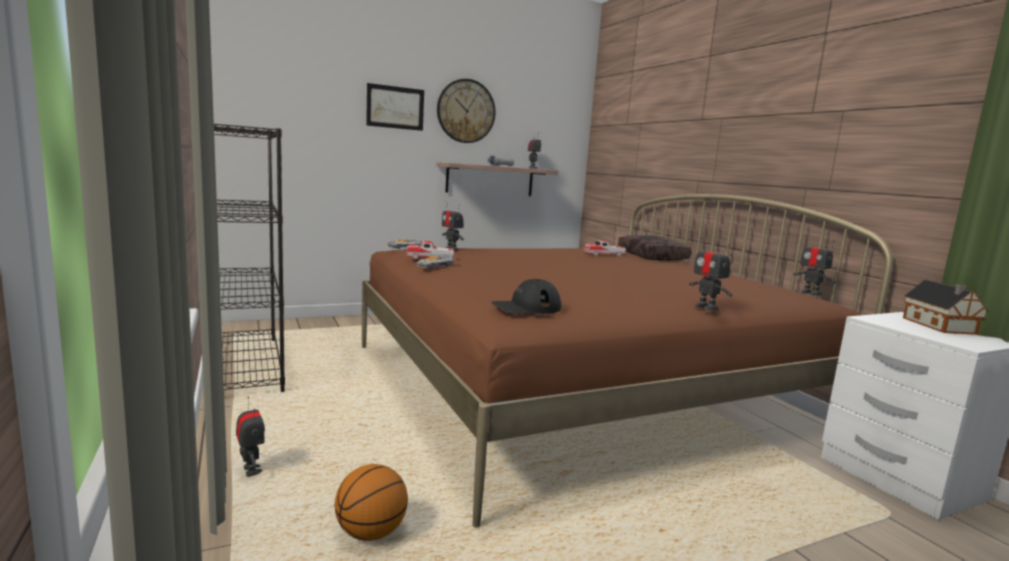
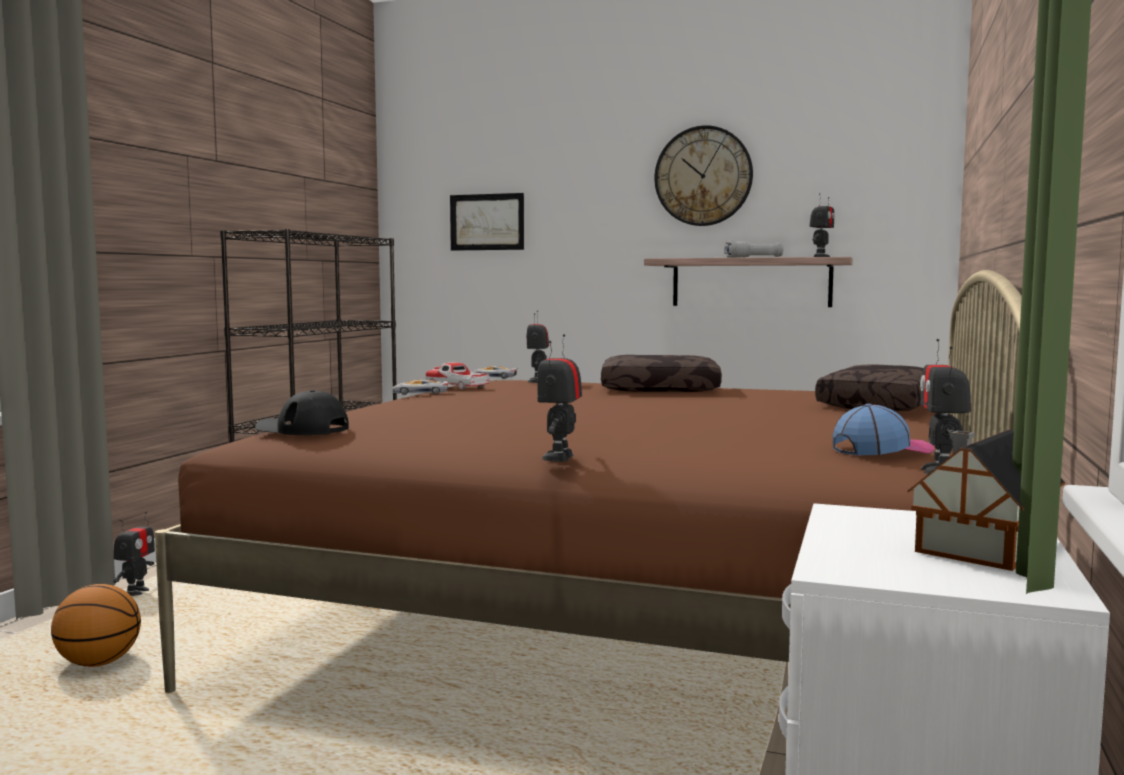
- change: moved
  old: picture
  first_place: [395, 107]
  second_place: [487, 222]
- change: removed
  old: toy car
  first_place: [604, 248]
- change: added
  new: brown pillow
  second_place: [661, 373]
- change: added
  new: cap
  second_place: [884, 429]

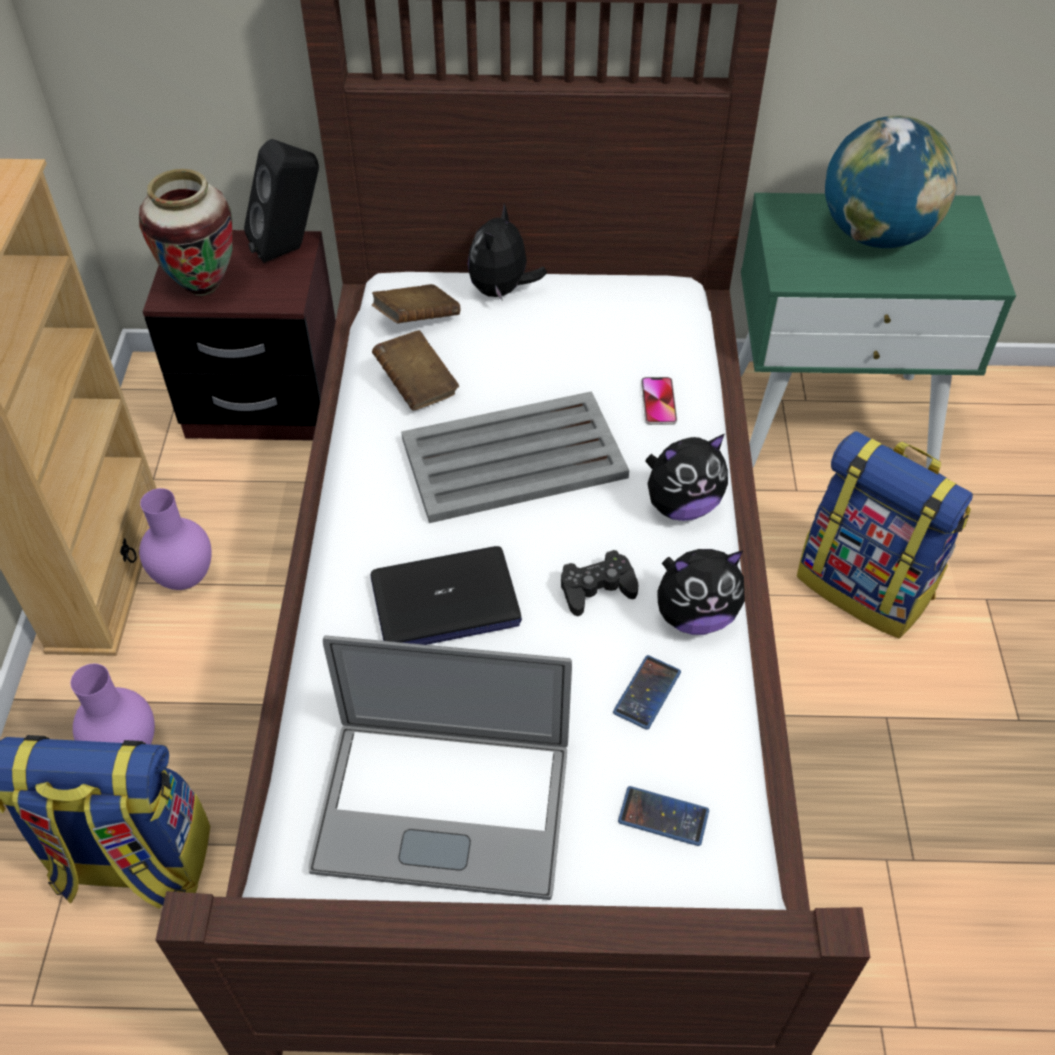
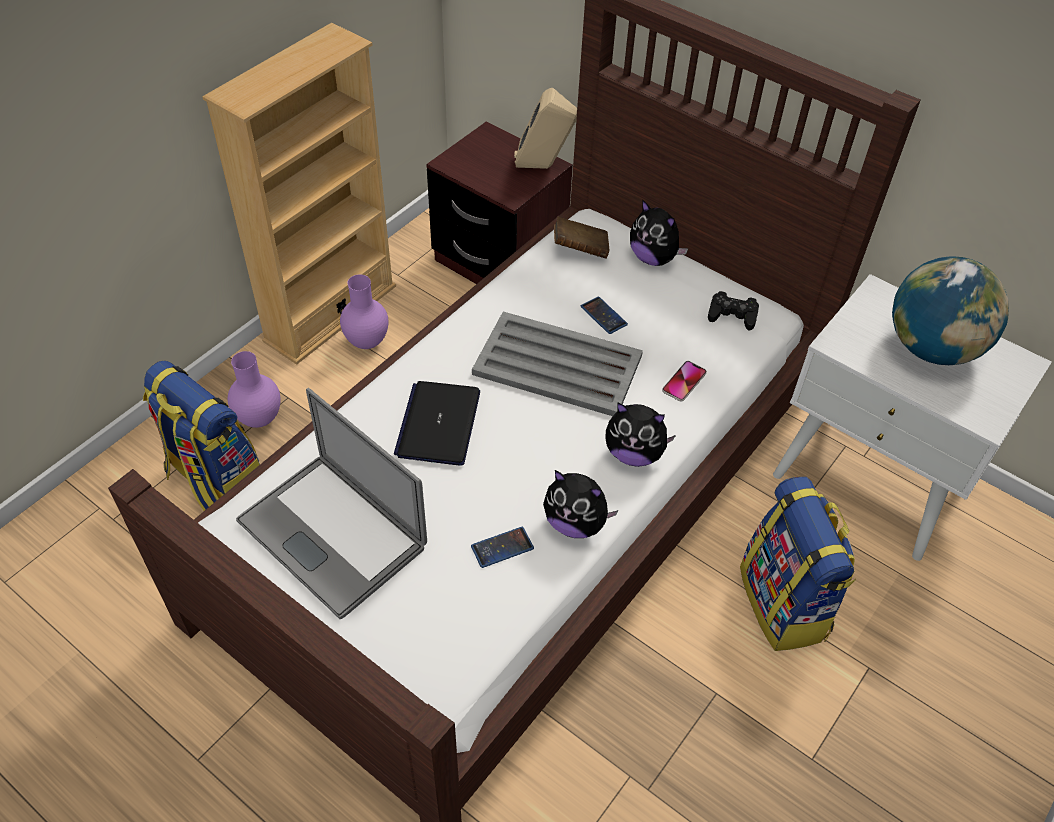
- change: recoloured
  old: black speaker
  new: beige speaker
  first_place: [281, 201]
  second_place: [545, 128]
- change: removed
  old: vase
  first_place: [185, 232]
- change: recoloured
  old: green nightstand
  new: white nightstand
  first_place: [877, 331]
  second_place: [912, 417]
- change: turned
  old: plush toy
  first_place: [507, 251]
  second_place: [659, 233]
  degrees: -105
- change: removed
  old: brown book
  first_place: [415, 370]
- change: turned
  old: laptop
  first_place: [446, 595]
  second_place: [437, 423]
  degrees: 75
- change: moved
  old: black game controller
  first_place: [599, 583]
  second_place: [733, 311]
- change: moved
  old: phone
  first_place: [663, 816]
  second_place: [604, 315]

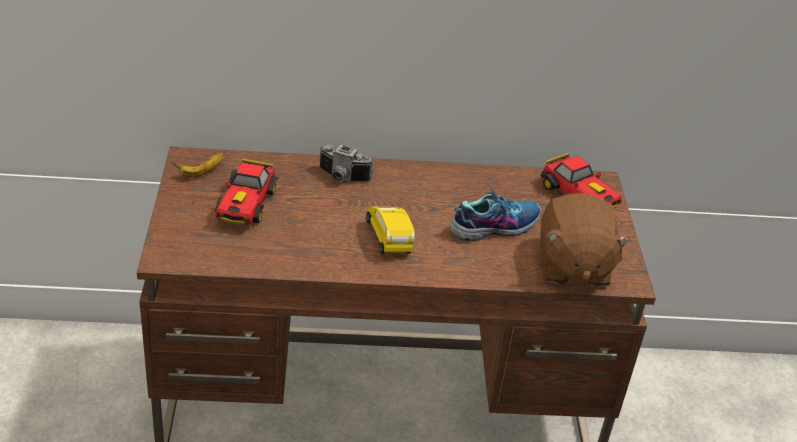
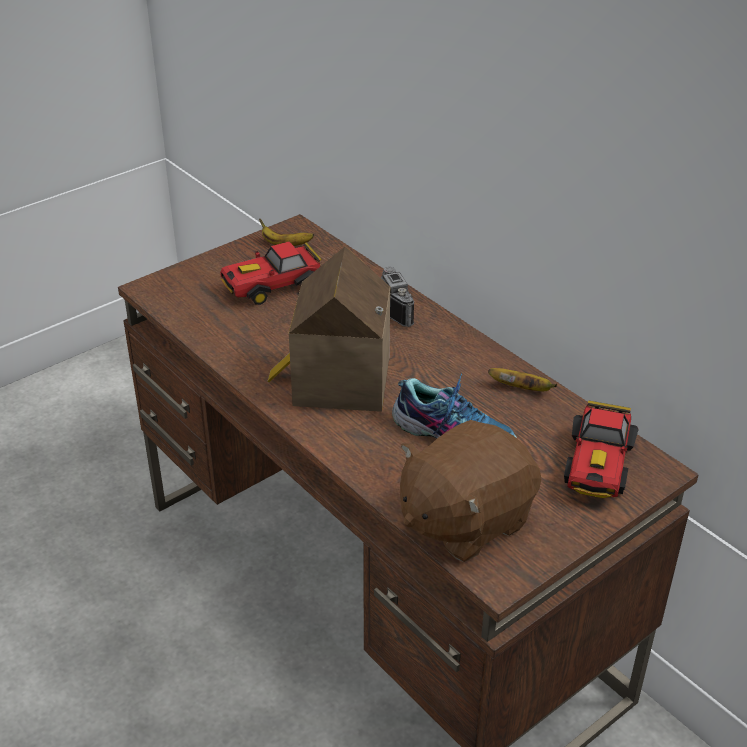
- change: replaced
  old: yellow toy car
  new: toy house
  first_place: [390, 230]
  second_place: [329, 329]
- change: added
  new: banana
  second_place: [522, 379]

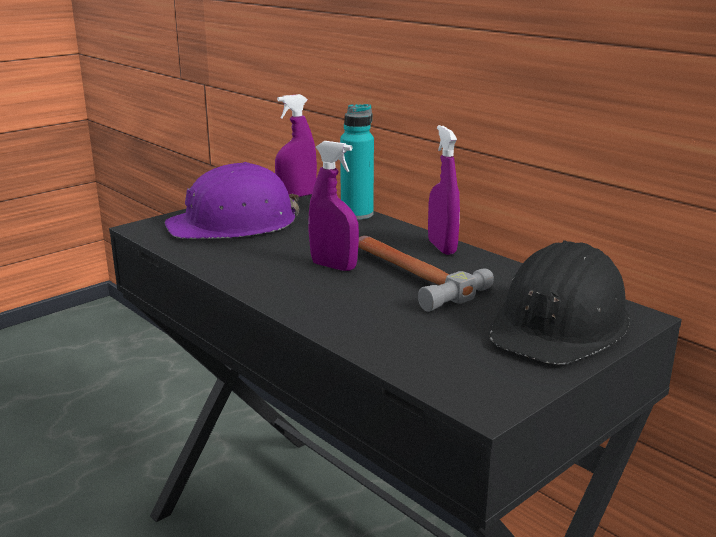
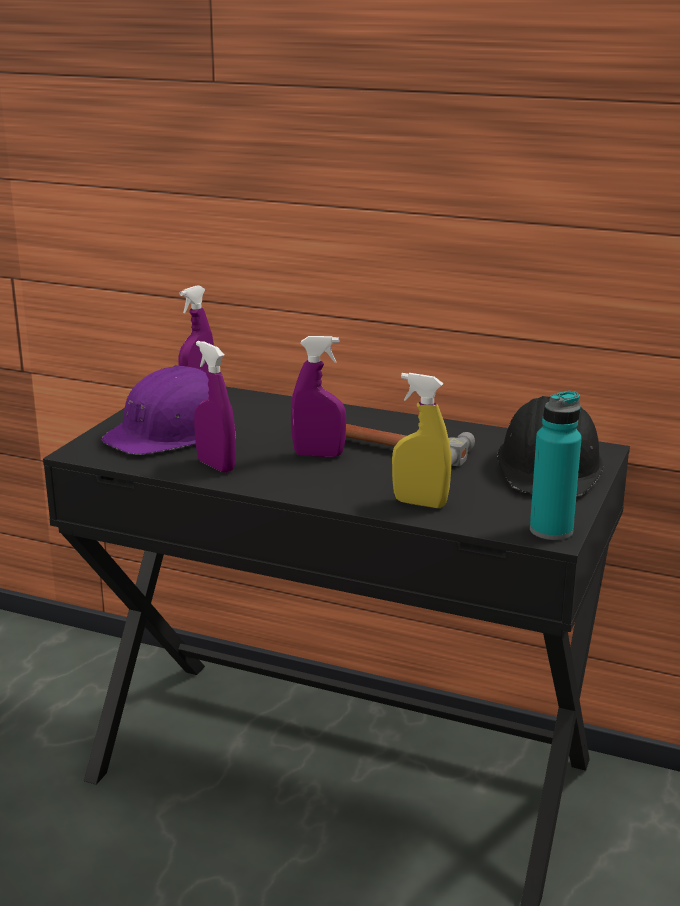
- change: moved
  old: turquoise bottle
  first_place: [357, 162]
  second_place: [556, 465]
- change: moved
  old: purple spray bottle
  first_place: [444, 190]
  second_place: [215, 407]
- change: added
  new: yellow spray bottle
  second_place: [421, 440]

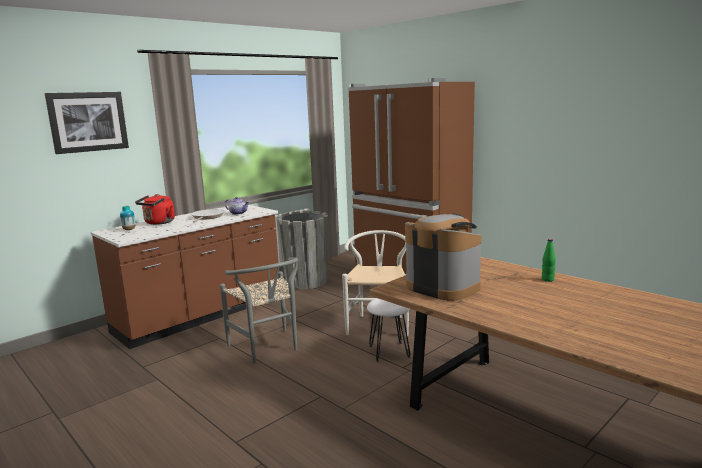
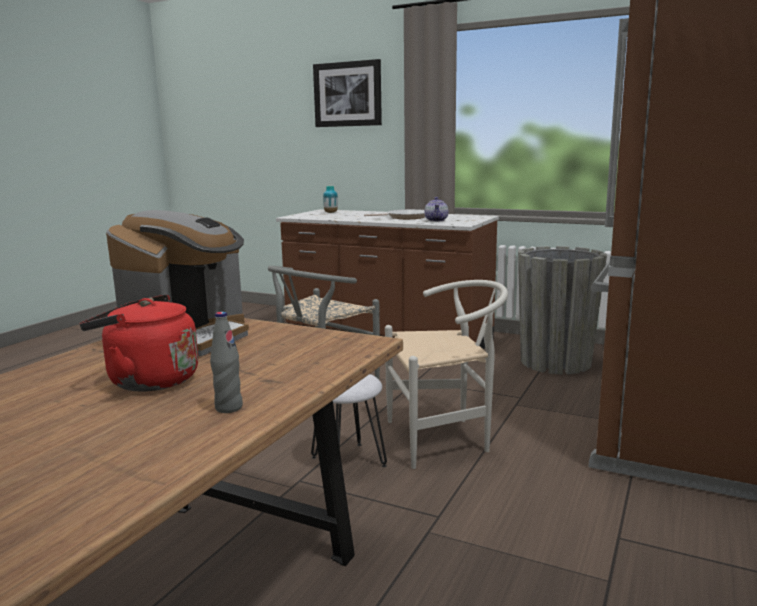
- change: moved
  old: red kettle
  first_place: [155, 209]
  second_place: [139, 343]
- change: recoloured
  old: green bottle
  new: grey bottle
  first_place: [549, 260]
  second_place: [226, 362]

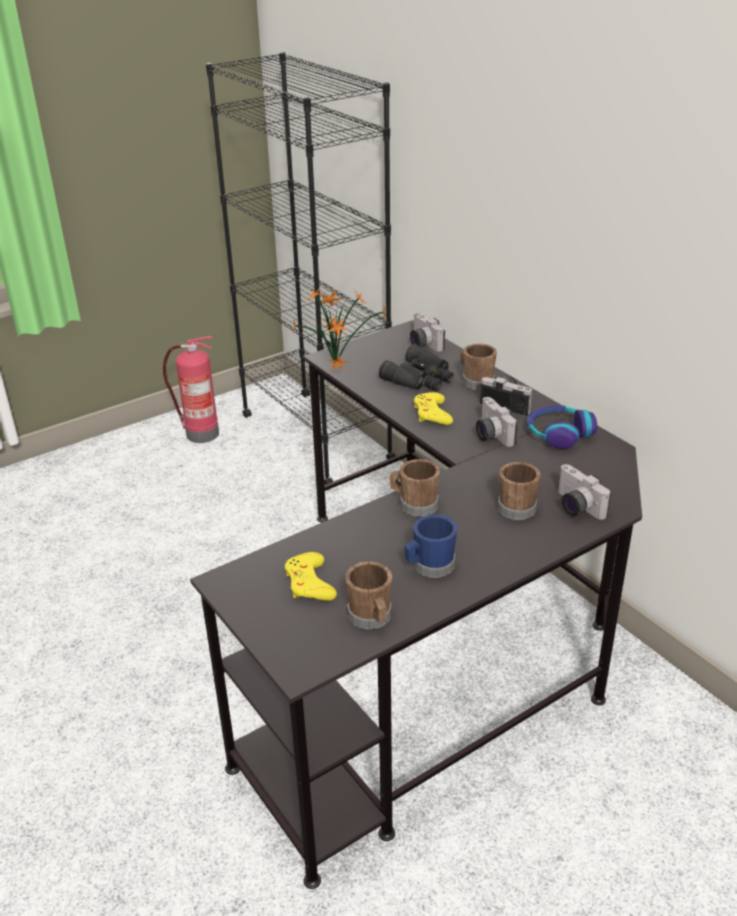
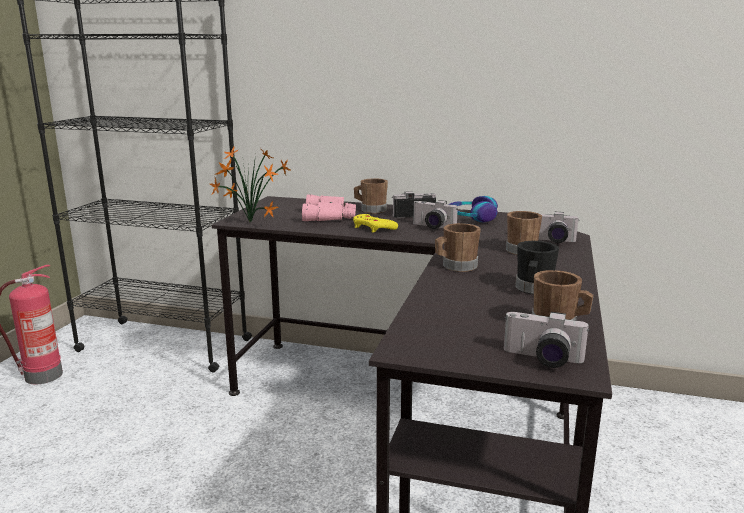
- change: moved
  old: photo camera
  first_place: [427, 332]
  second_place: [547, 340]
- change: recoloured
  old: black binoculars
  new: pink binoculars
  first_place: [416, 367]
  second_place: [329, 207]
- change: recoloured
  old: blue mug
  new: black mug
  first_place: [430, 546]
  second_place: [537, 267]
- change: removed
  old: yellow game controller
  first_place: [311, 576]

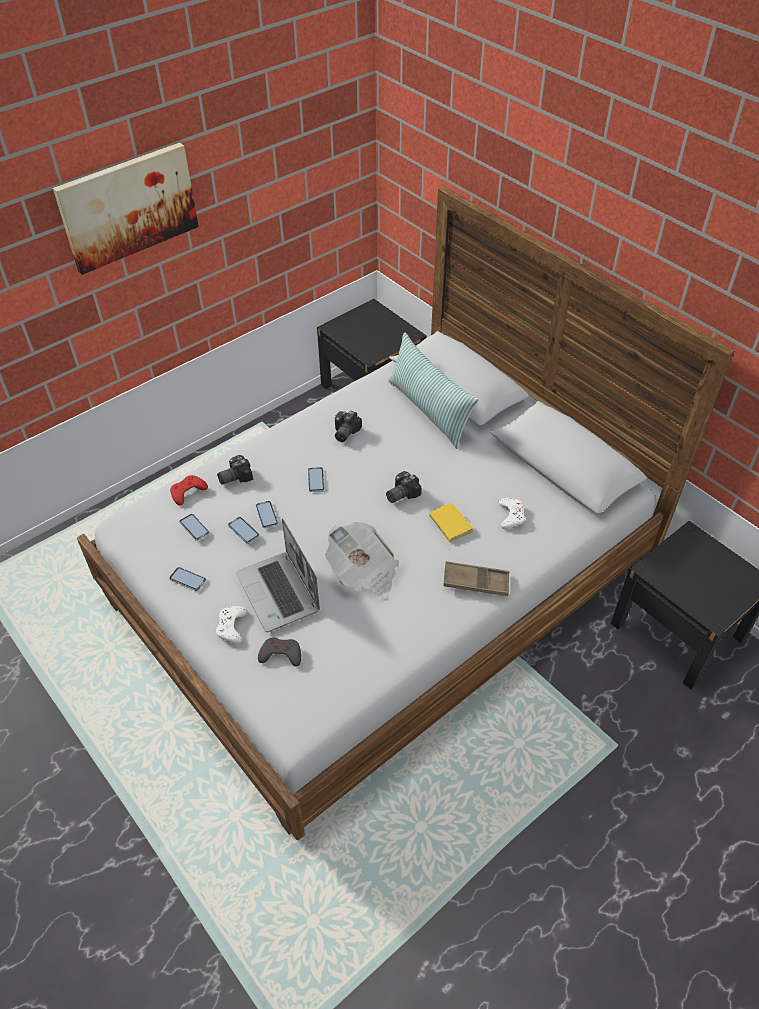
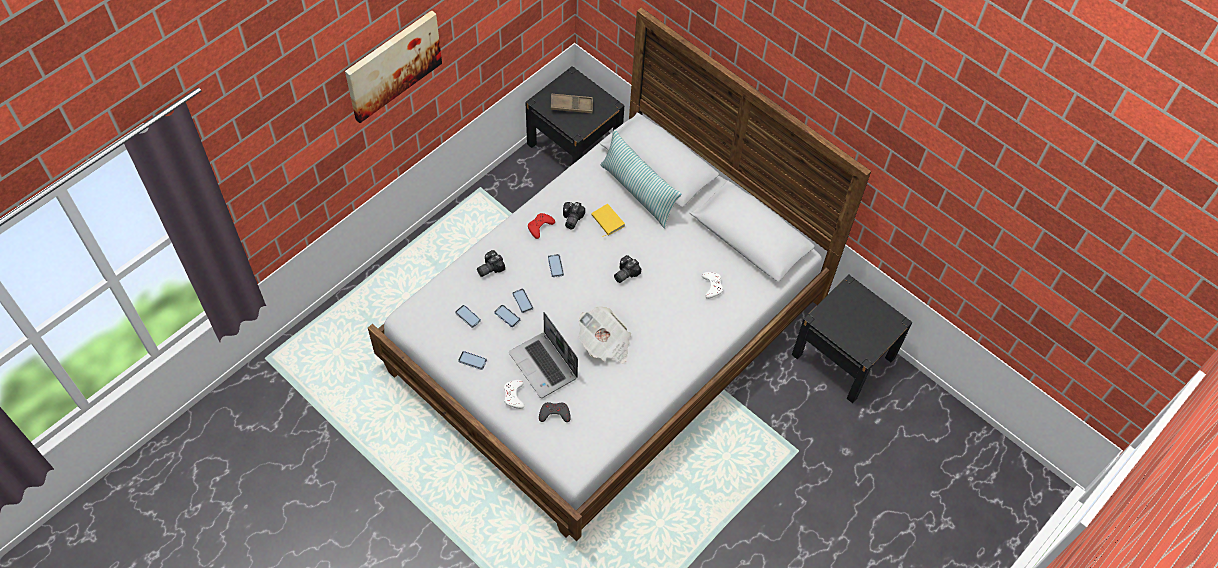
- change: moved
  old: red game controller
  first_place: [189, 490]
  second_place: [541, 226]
- change: moved
  old: yellow book
  first_place: [451, 523]
  second_place: [608, 220]
- change: moved
  old: brown tray
  first_place: [476, 578]
  second_place: [572, 103]

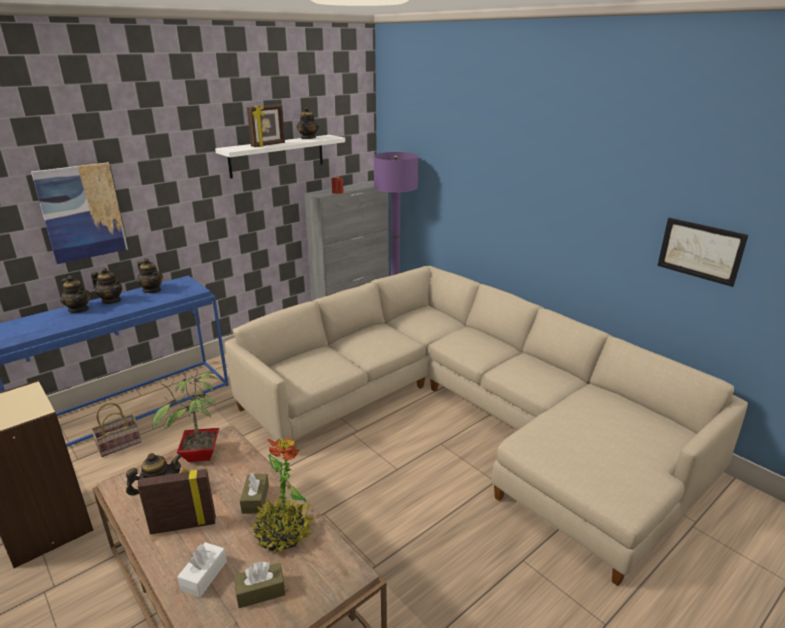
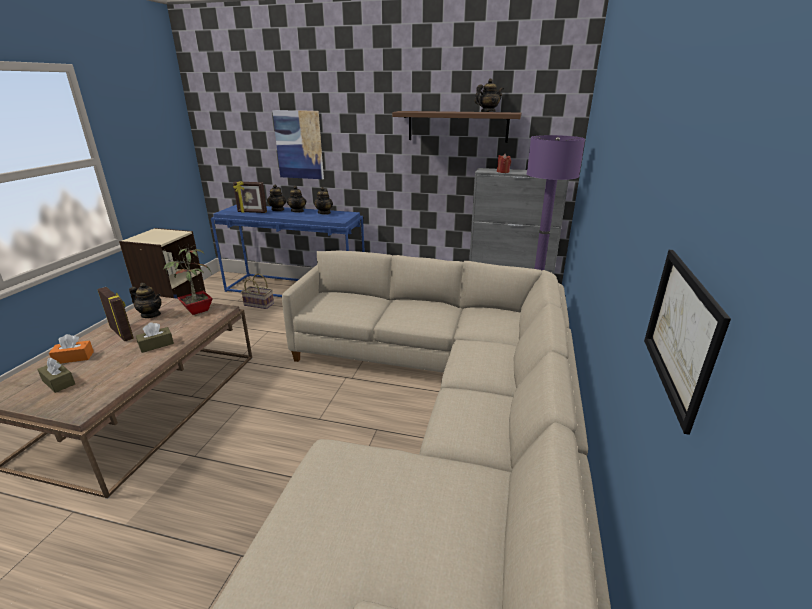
- change: moved
  old: picture frame
  first_place: [266, 125]
  second_place: [250, 197]
- change: recoloured
  old: white shelf
  new: brown shelf
  first_place: [280, 157]
  second_place: [456, 127]
- change: removed
  old: potted plant
  first_place: [283, 494]
- change: recoloured
  old: white tissue box
  new: orange tissue box
  first_place: [202, 569]
  second_place: [71, 348]

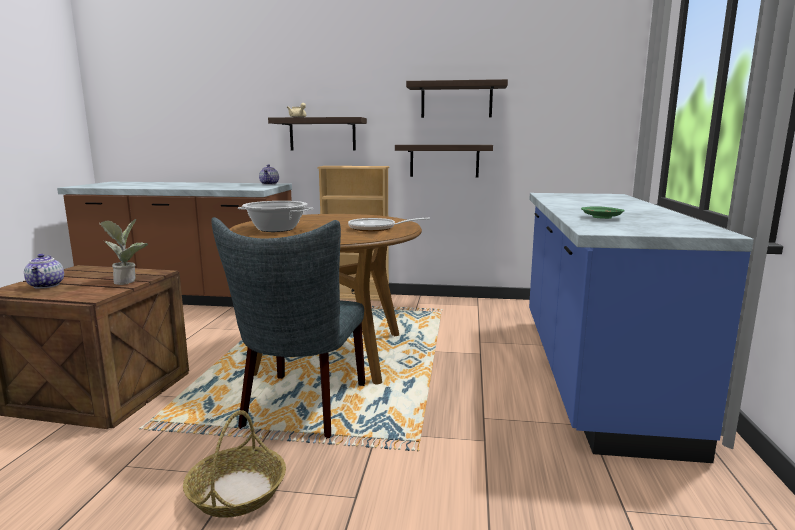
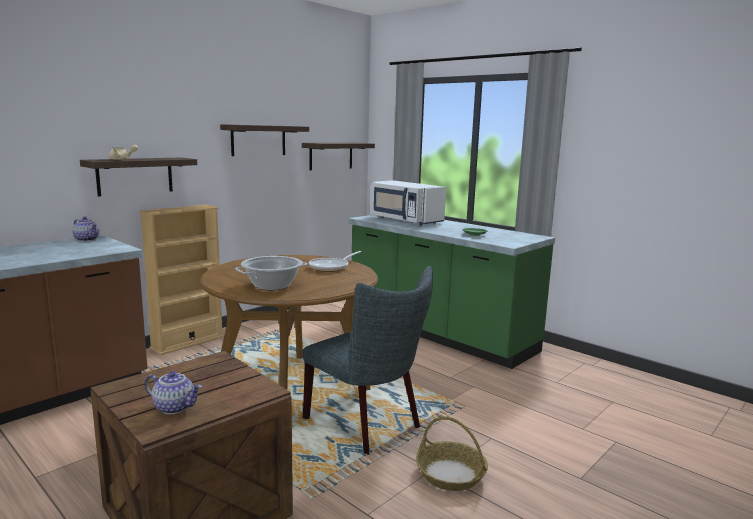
- change: moved
  old: shelf
  first_place: [444, 161]
  second_place: [338, 156]
- change: recoloured
  old: blue counter
  new: green counter
  first_place: [641, 328]
  second_place: [451, 292]
- change: removed
  old: potted plant
  first_place: [123, 252]
- change: added
  new: white microwave
  second_place: [408, 203]

